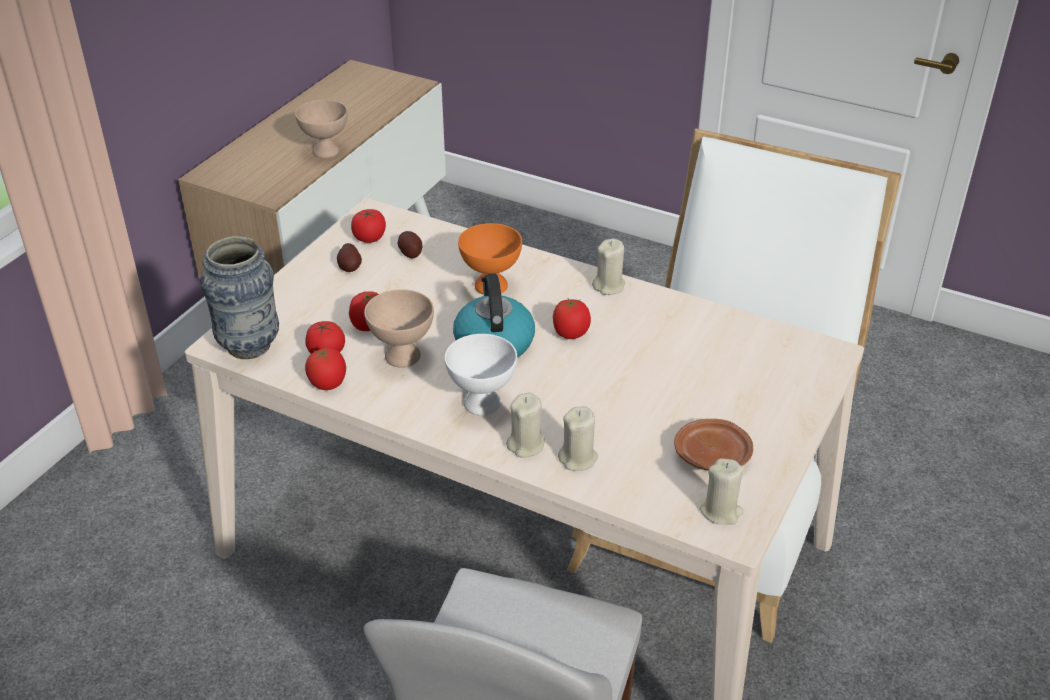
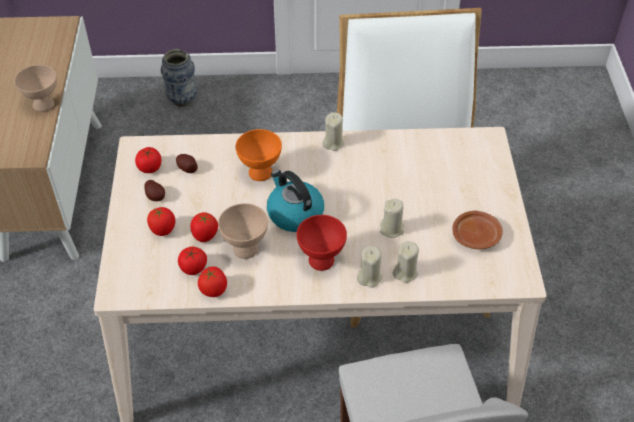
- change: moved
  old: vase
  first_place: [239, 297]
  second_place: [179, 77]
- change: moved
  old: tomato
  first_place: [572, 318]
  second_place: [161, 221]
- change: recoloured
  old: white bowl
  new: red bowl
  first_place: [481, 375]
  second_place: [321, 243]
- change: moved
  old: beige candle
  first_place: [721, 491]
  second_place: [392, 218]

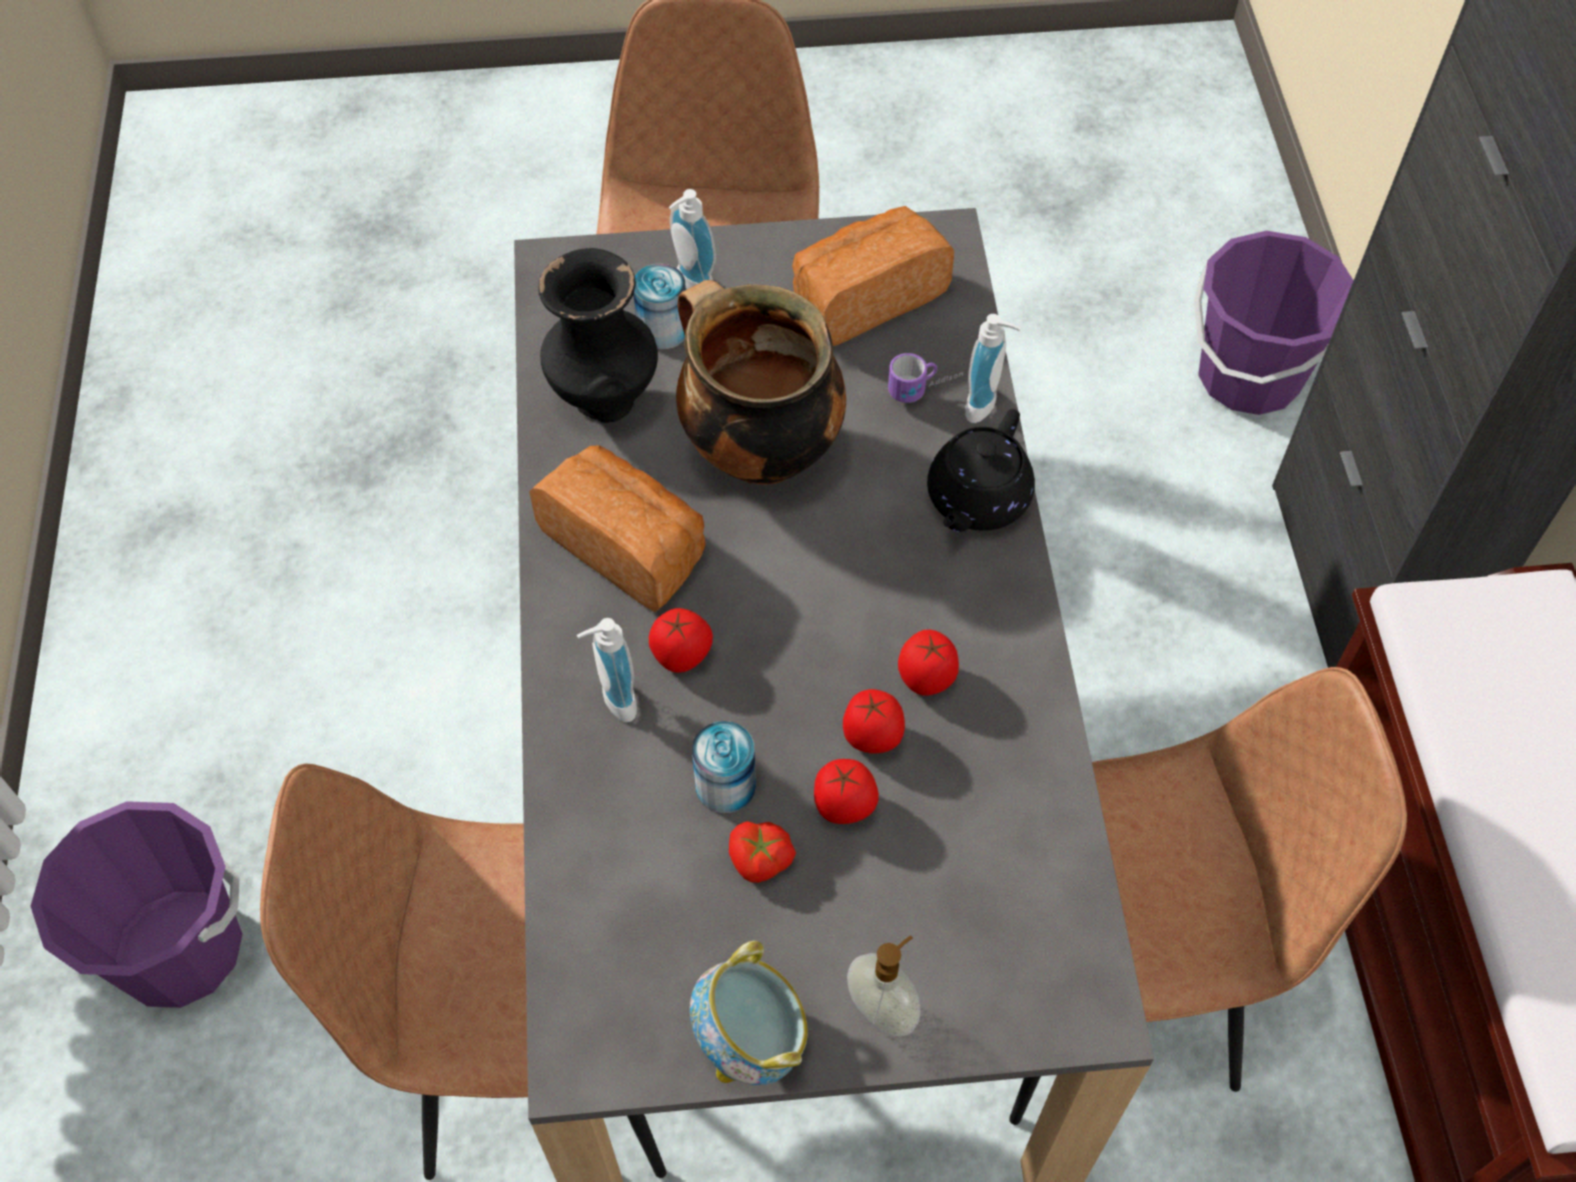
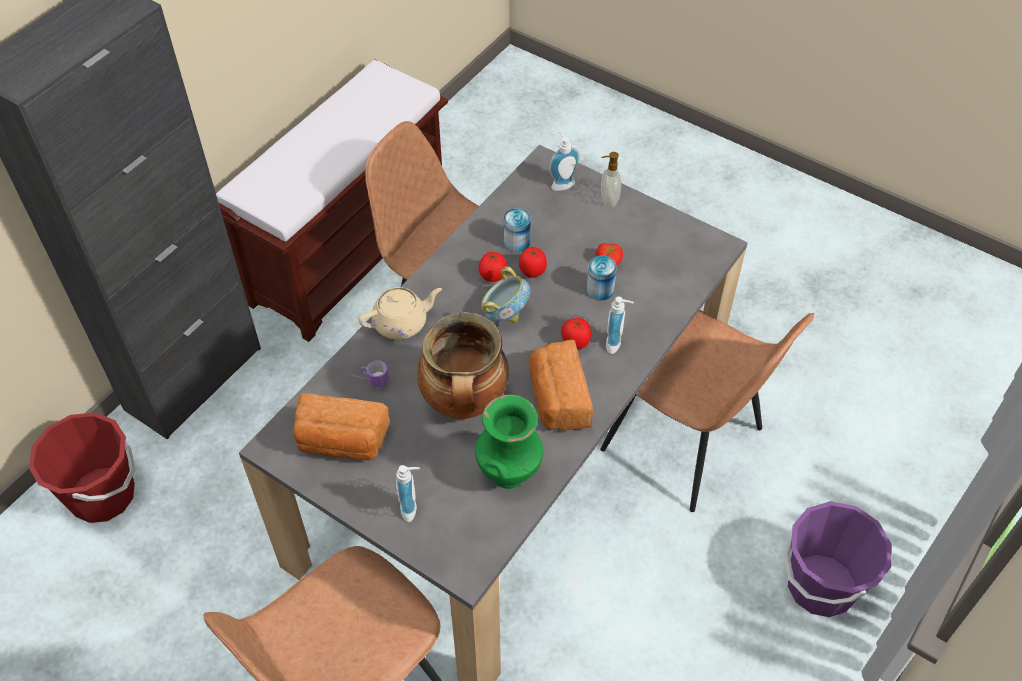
- change: recoloured
  old: purple bucket
  new: red bucket
  first_place: [1274, 323]
  second_place: [82, 468]
- change: recoloured
  old: black vase
  new: green vase
  first_place: [598, 335]
  second_place: [509, 442]
- change: moved
  old: can
  first_place: [659, 307]
  second_place: [517, 230]
- change: moved
  old: soap dispenser
  first_place: [992, 368]
  second_place: [564, 161]
- change: recoloured
  old: black teapot
  new: beige teapot
  first_place: [981, 470]
  second_place: [400, 313]
- change: removed
  old: tomato
  first_place: [846, 791]
- change: moved
  old: bowl
  first_place: [748, 1013]
  second_place: [506, 294]

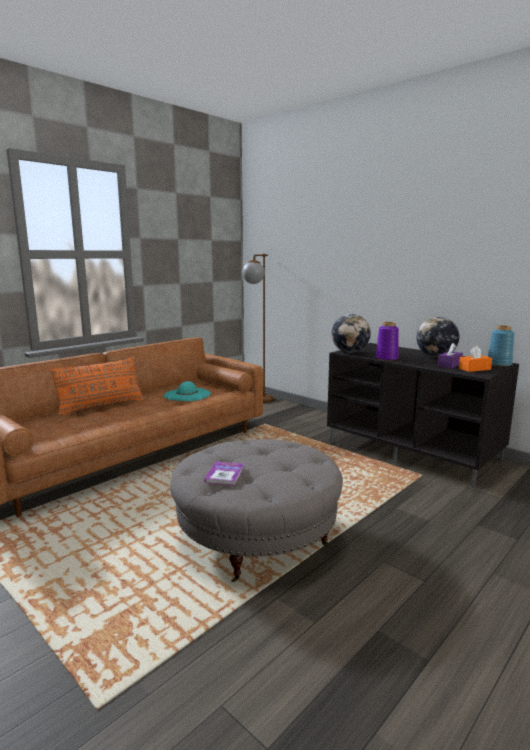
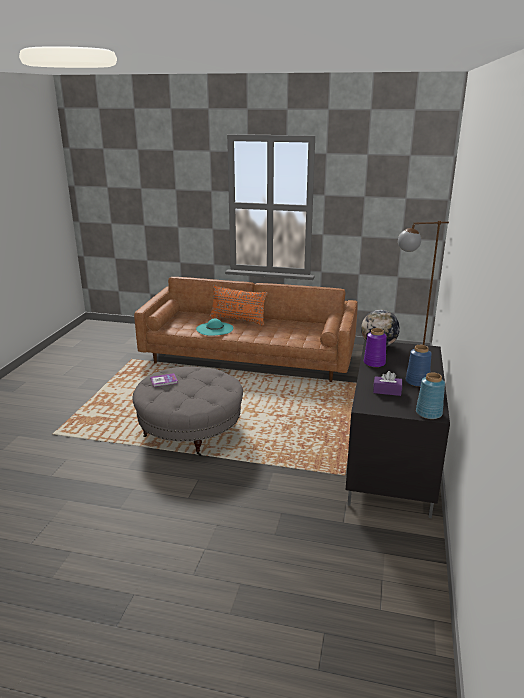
- change: replaced
  old: globe
  new: blue vase
  first_place: [438, 337]
  second_place: [419, 366]
- change: removed
  old: orange tissue box
  first_place: [475, 359]
- change: moved
  old: turquoise hat
  first_place: [187, 391]
  second_place: [214, 327]

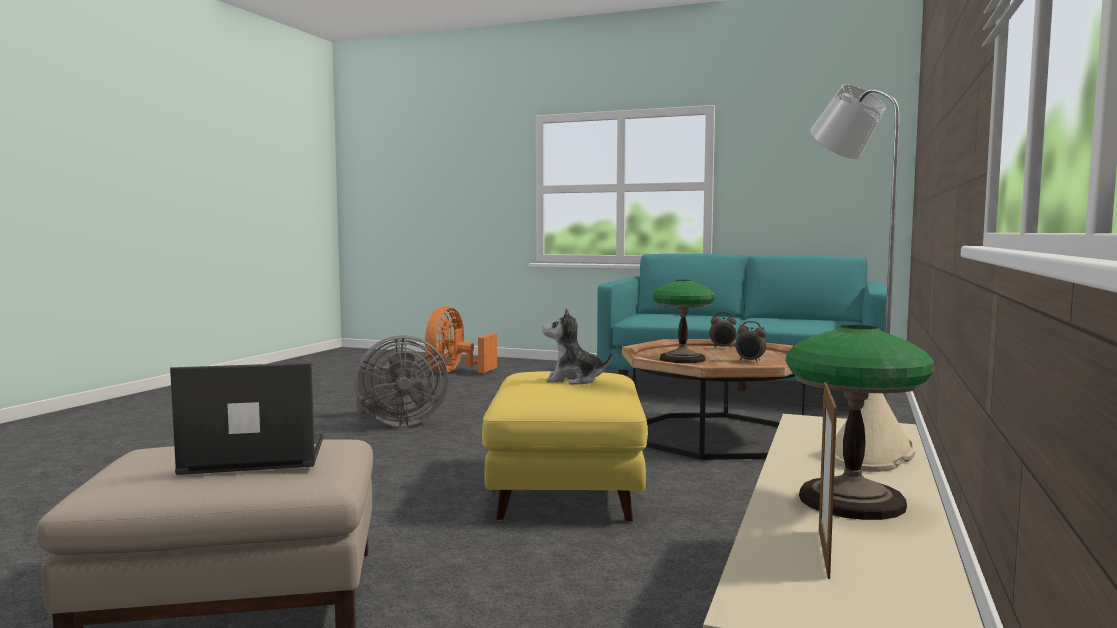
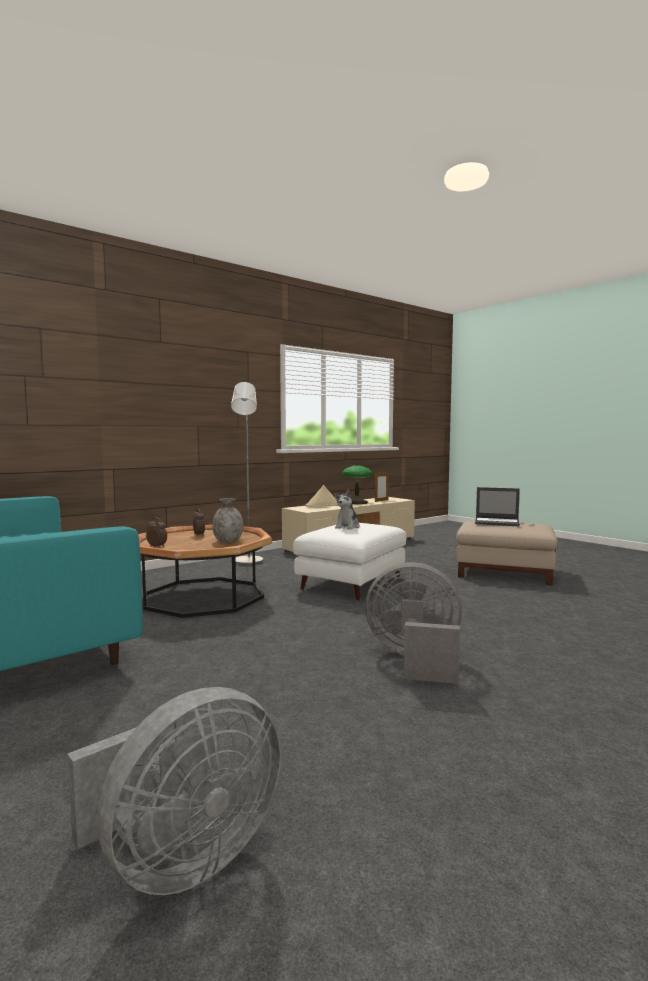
- change: replaced
  old: table lamp
  new: grey vase
  first_place: [684, 321]
  second_place: [227, 520]
- change: recoloured
  old: orange fan
  new: grey fan
  first_place: [461, 339]
  second_place: [174, 791]
- change: turned
  old: plush toy
  first_place: [577, 346]
  second_place: [347, 509]
  degrees: 75
- change: recoloured
  old: yellow ottoman
  new: white ottoman
  first_place: [565, 446]
  second_place: [349, 562]

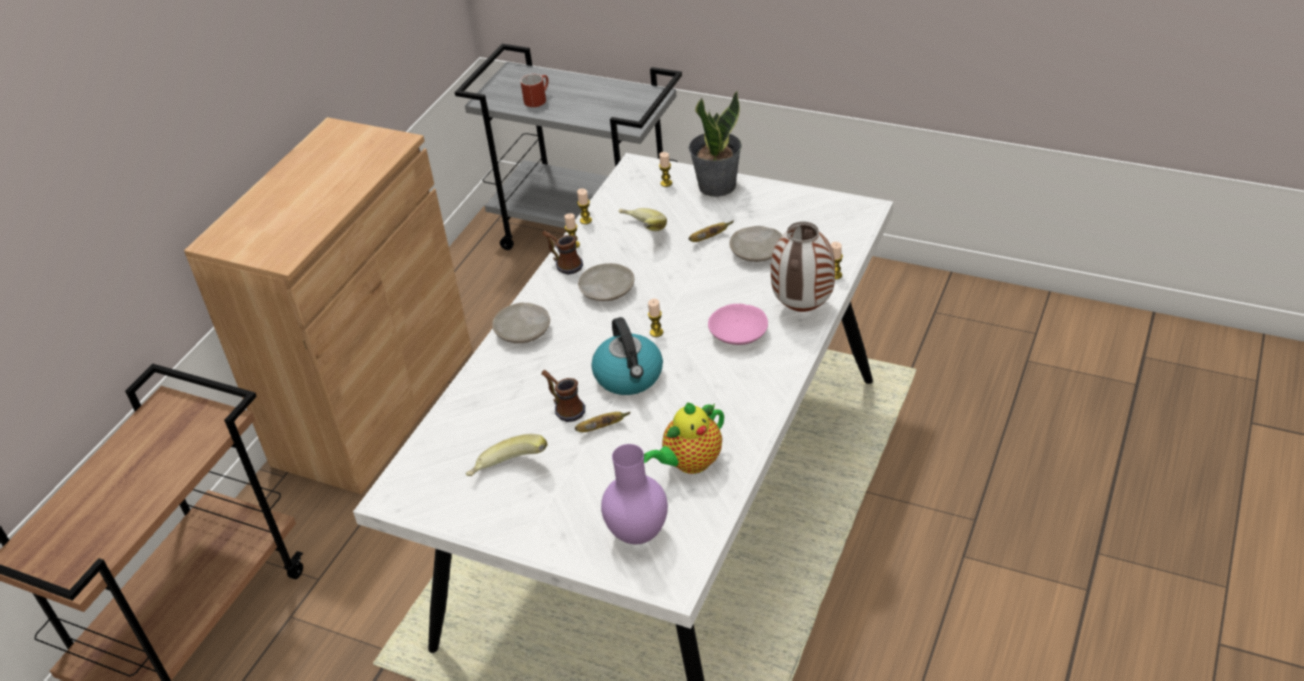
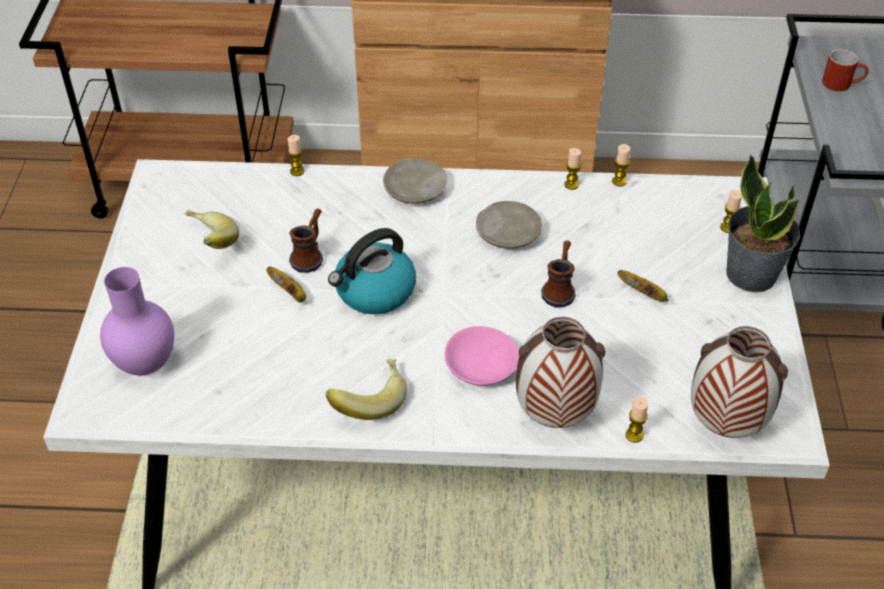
- change: moved
  old: banana
  first_place: [643, 219]
  second_place: [366, 389]
- change: removed
  old: beige plate
  first_place: [755, 244]
- change: moved
  old: mug
  first_place: [562, 252]
  second_place: [558, 273]
- change: moved
  old: candle
  first_place: [655, 318]
  second_place: [296, 155]
- change: removed
  old: teapot
  first_place: [684, 438]
- change: added
  new: vase
  second_place: [739, 382]

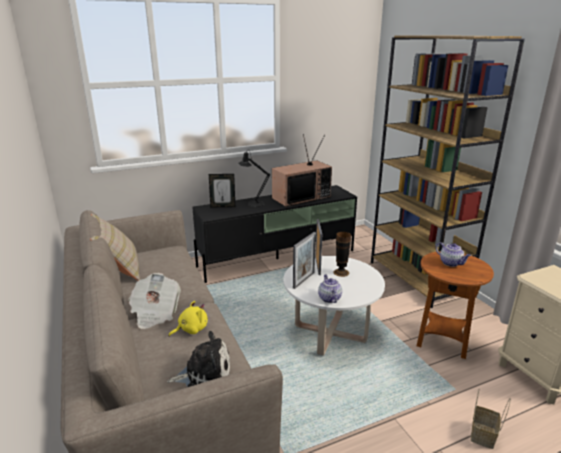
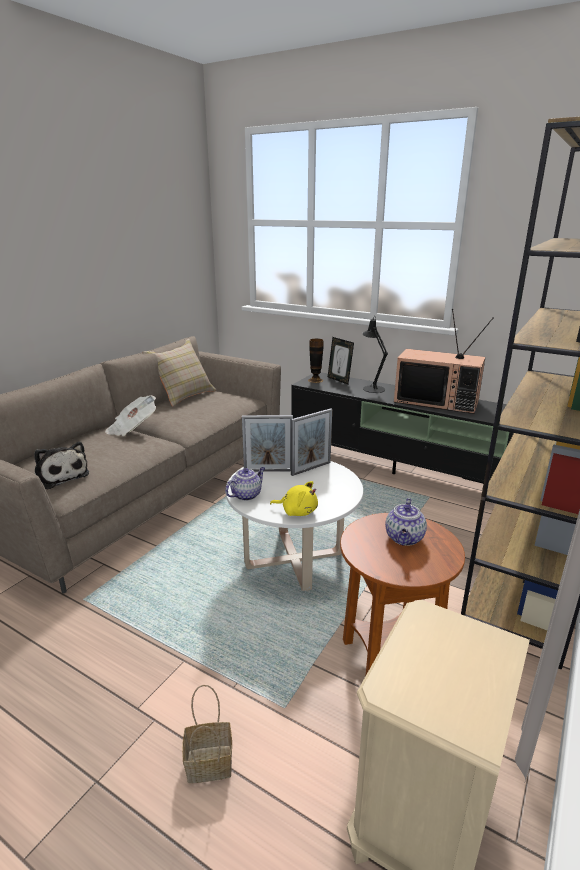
- change: moved
  old: vase
  first_place: [342, 254]
  second_place: [316, 361]
- change: moved
  old: yellow plush toy
  first_place: [188, 319]
  second_place: [294, 498]

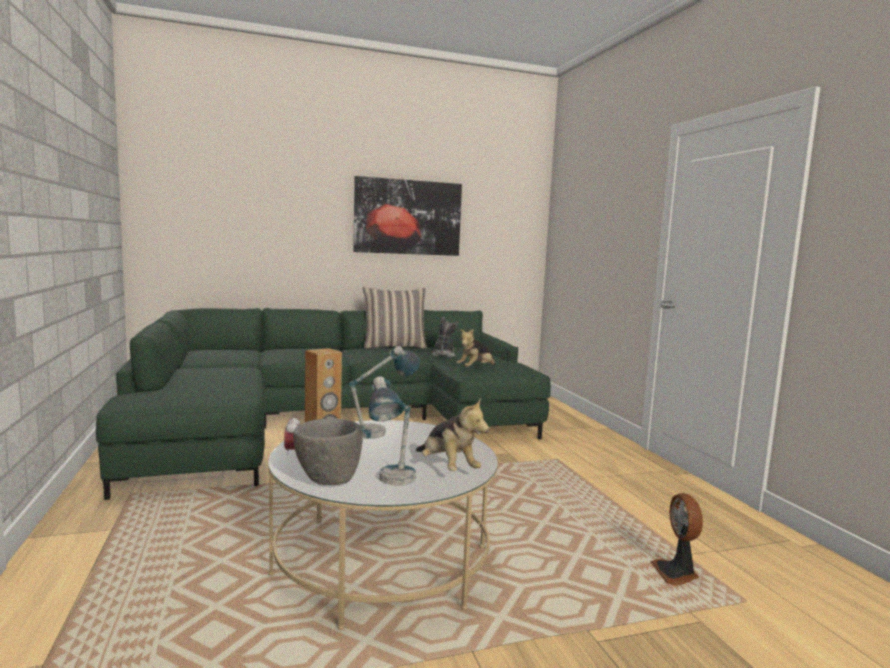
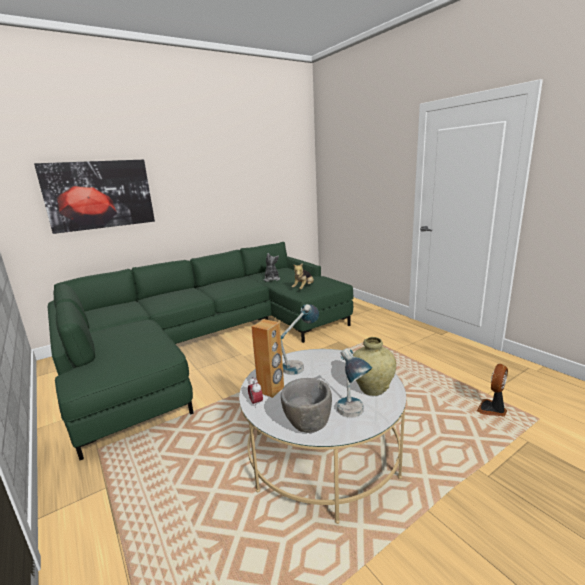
- change: moved
  old: picture
  first_place: [407, 216]
  second_place: [94, 197]
- change: removed
  old: pillow
  first_place: [395, 318]
- change: replaced
  old: plush toy
  new: beige vase
  first_place: [452, 434]
  second_place: [374, 366]
- change: turned
  old: fan
  first_place: [677, 539]
  second_place: [492, 390]
  degrees: 60

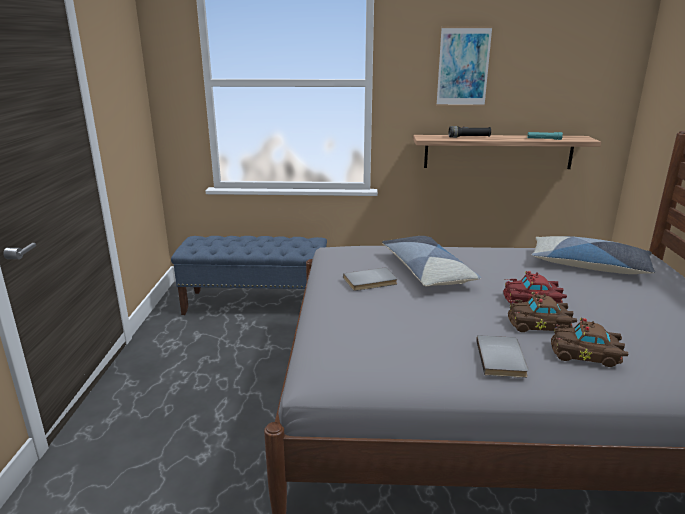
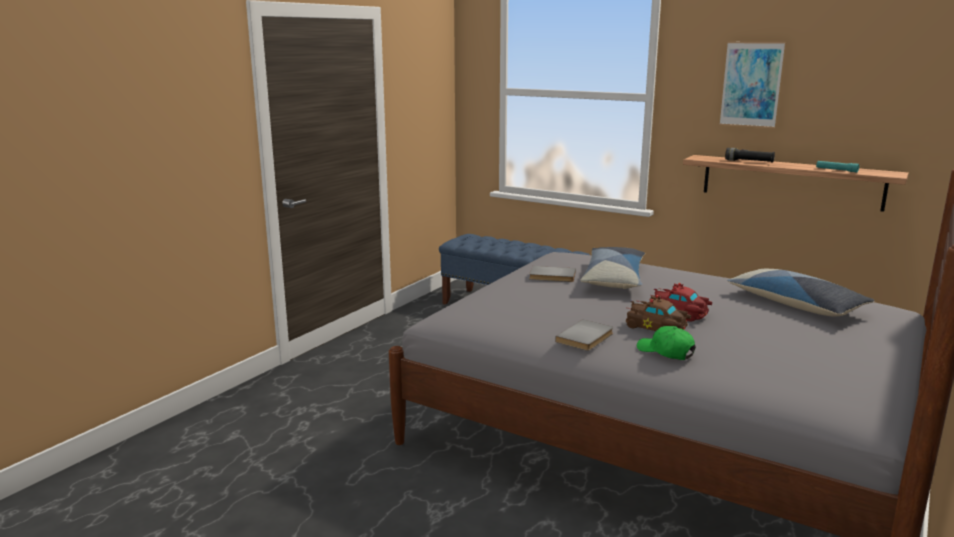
- change: replaced
  old: brown toy car
  new: green cap
  first_place: [589, 342]
  second_place: [666, 343]

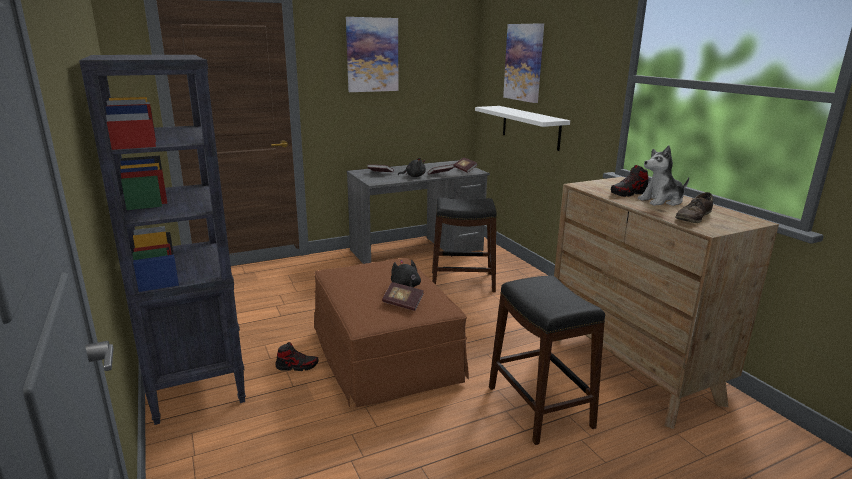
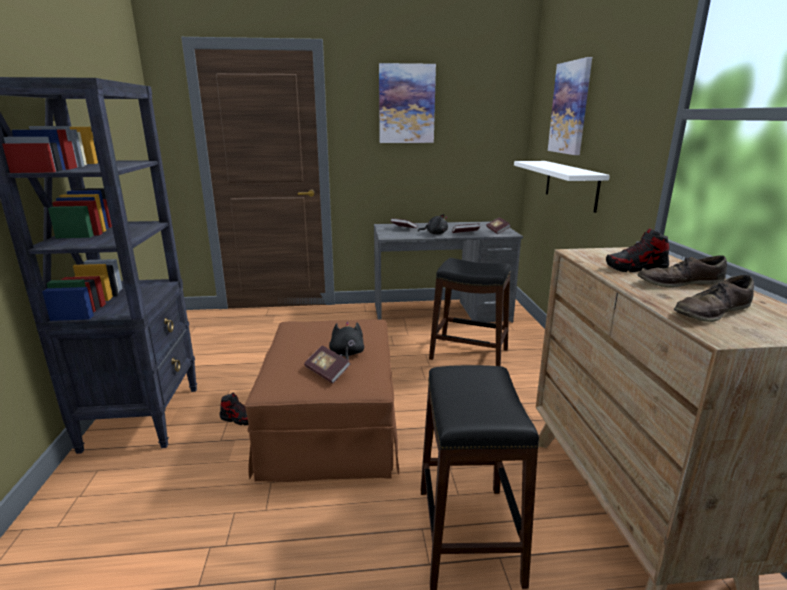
- change: replaced
  old: plush toy
  new: brown shoe
  first_place: [663, 175]
  second_place: [682, 271]

